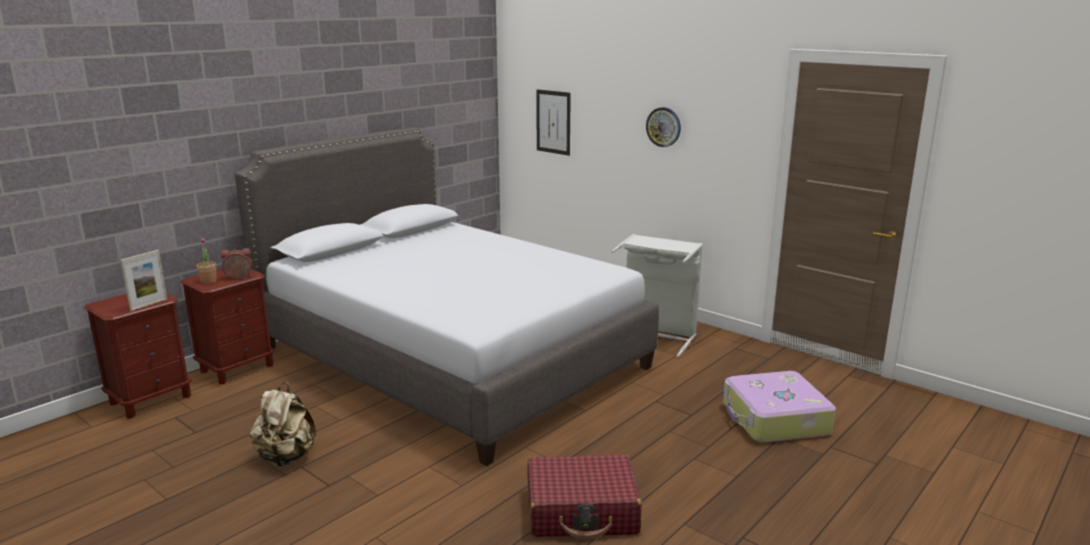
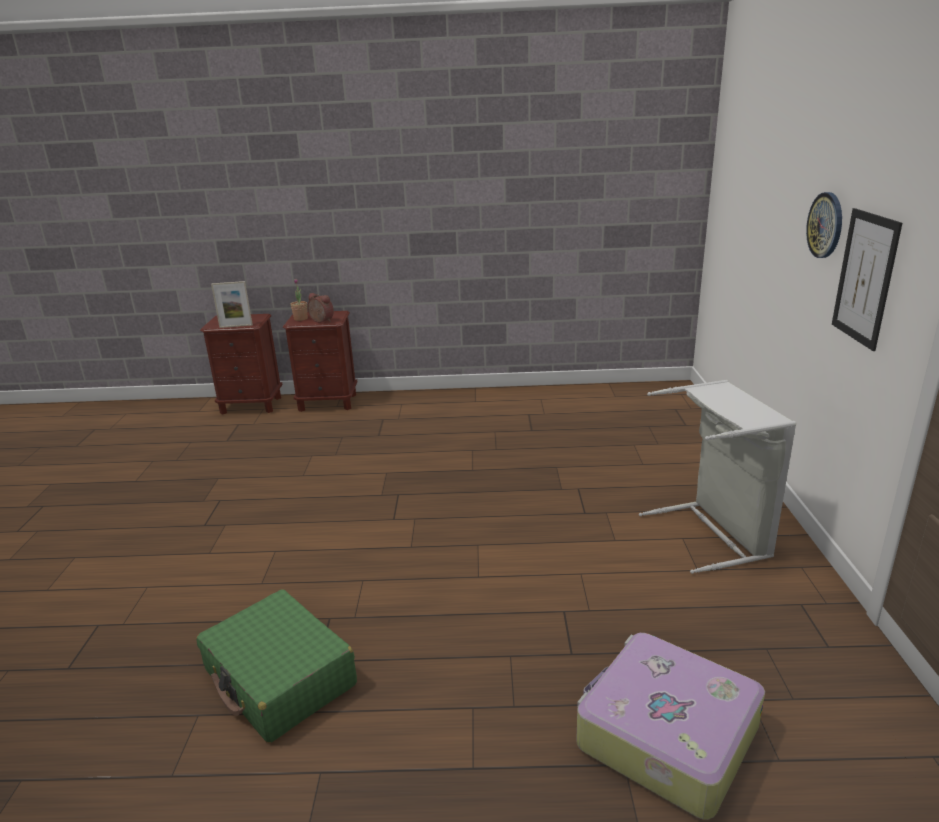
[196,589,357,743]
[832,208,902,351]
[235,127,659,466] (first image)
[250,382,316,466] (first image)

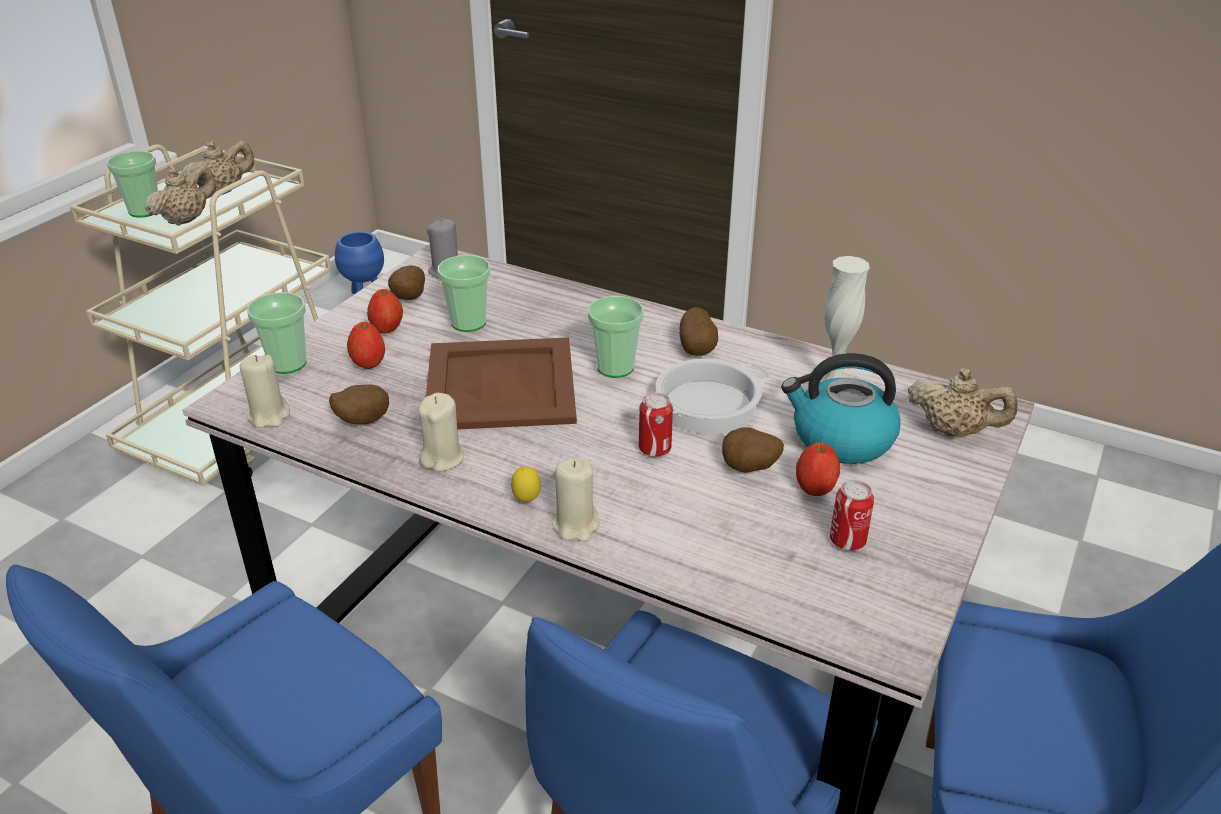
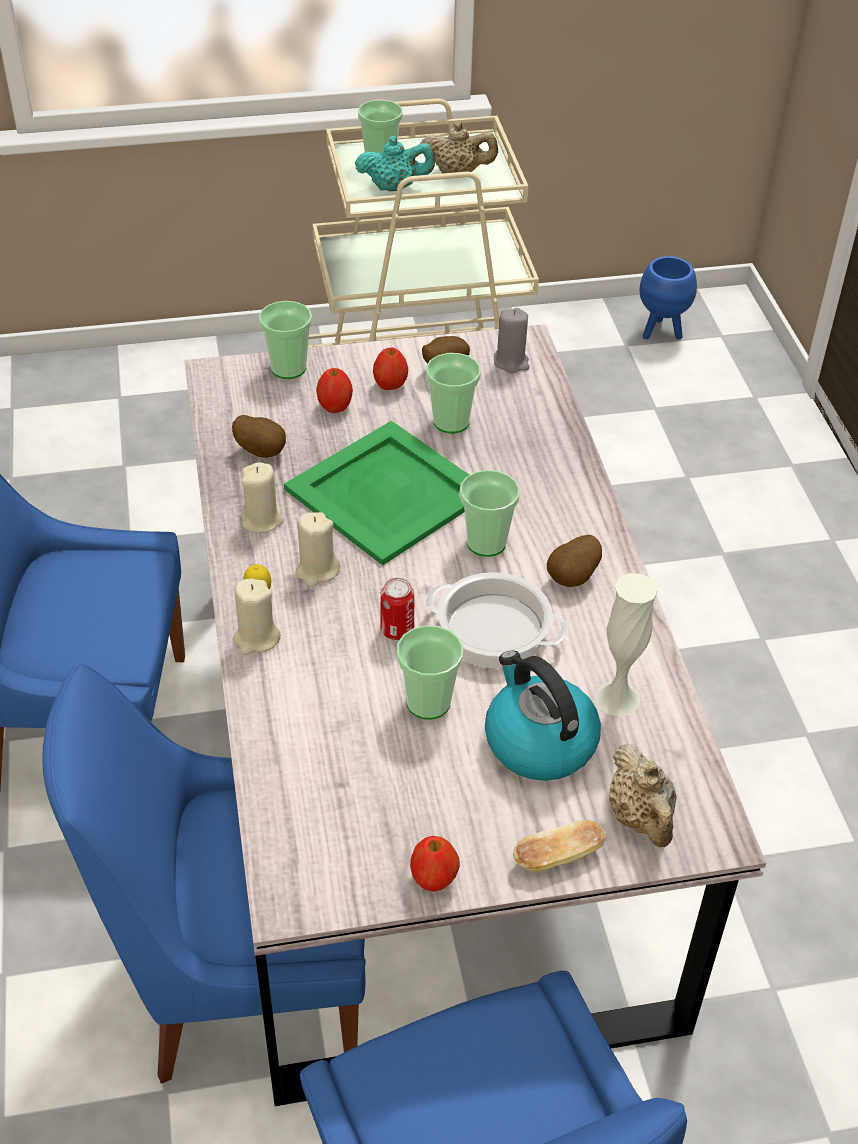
[284,421,469,565]
[295,512,340,587]
[355,136,435,191]
[396,625,463,720]
[410,836,460,892]
[513,820,605,872]
[830,480,874,550] (first image)

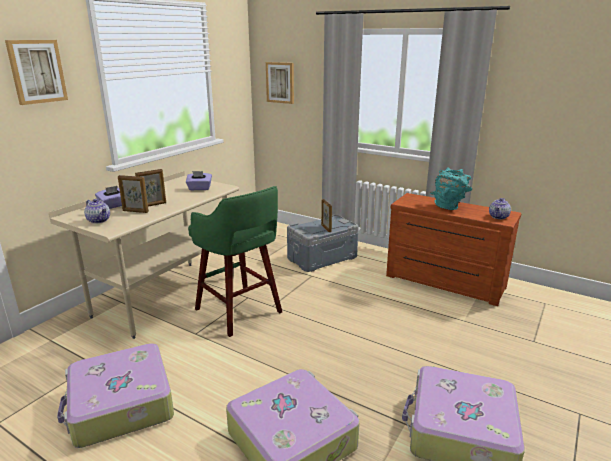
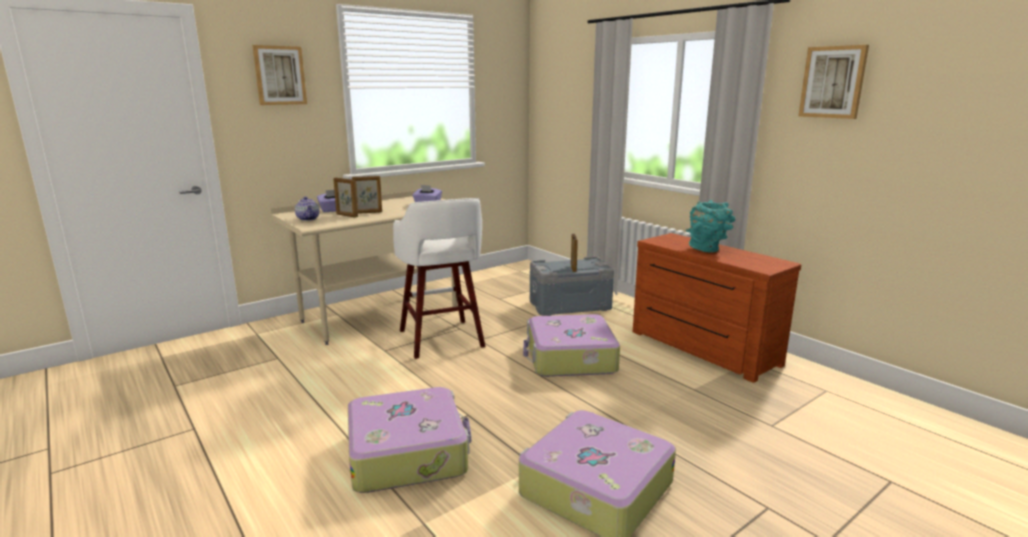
[393,198,485,359]
[523,314,620,377]
[799,45,869,119]
[489,198,511,219] (first image)

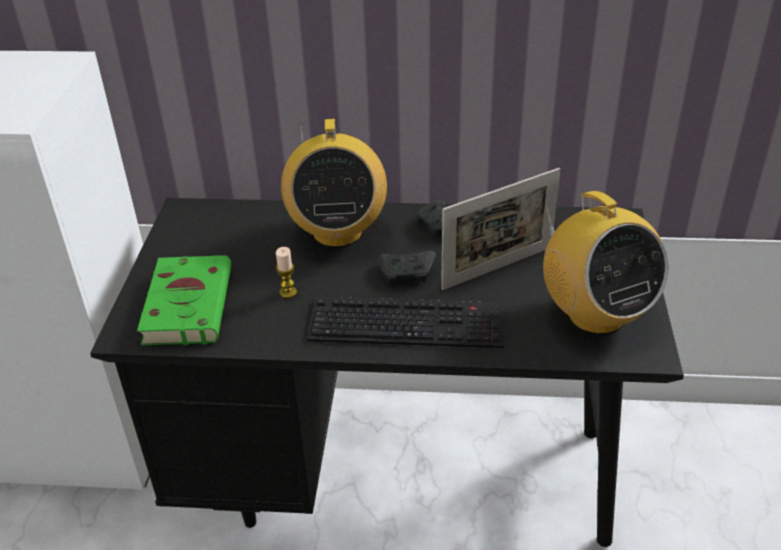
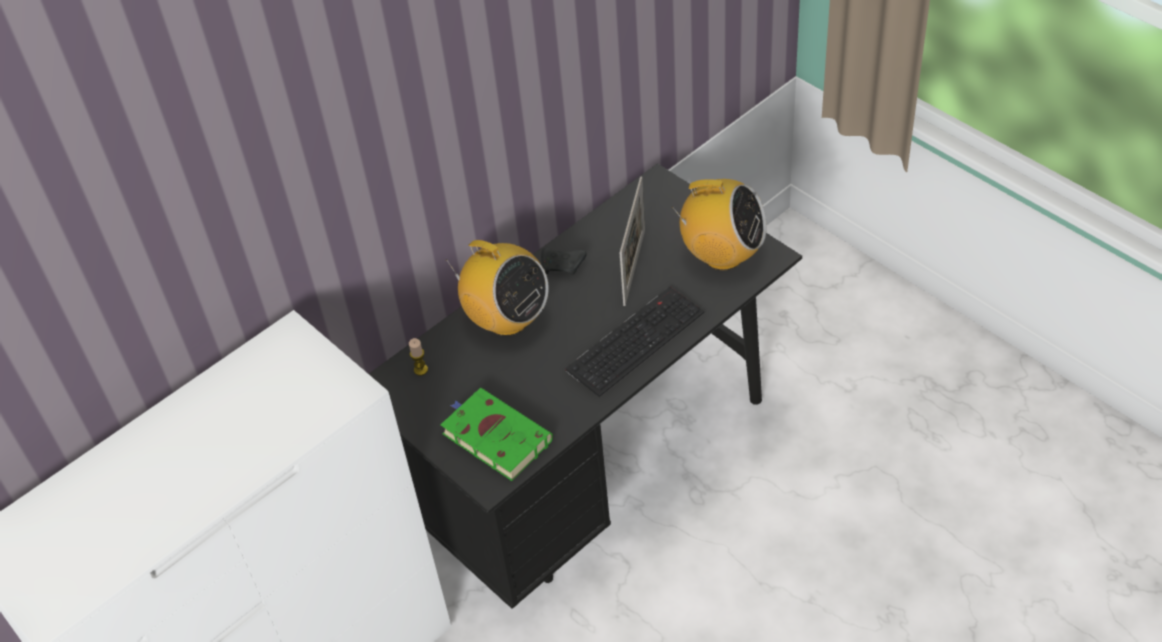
[409,338,428,376]
[378,250,436,285] (first image)

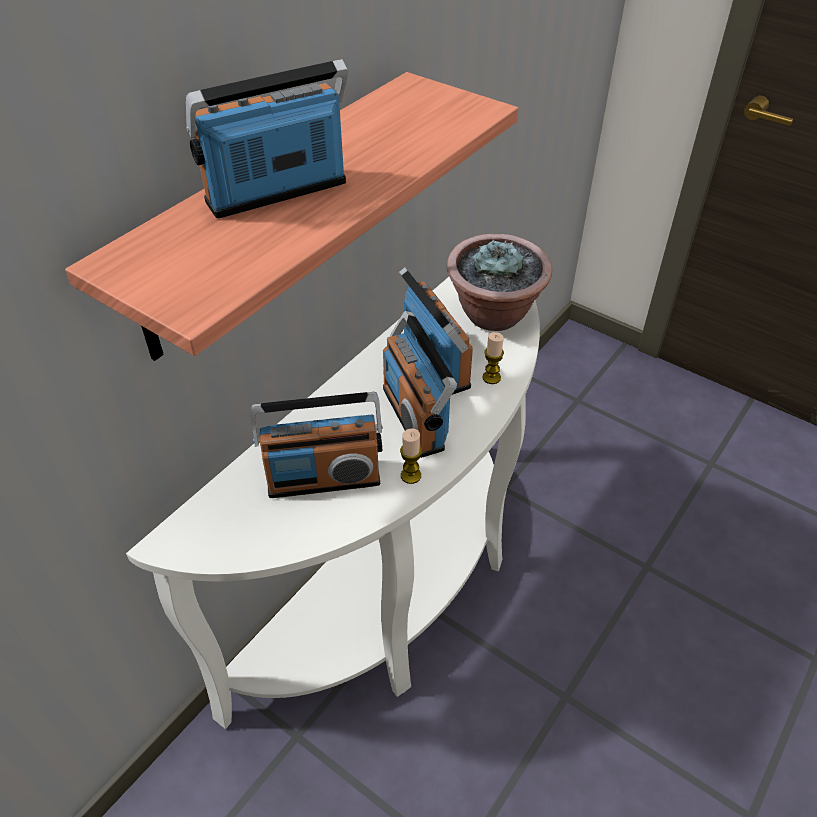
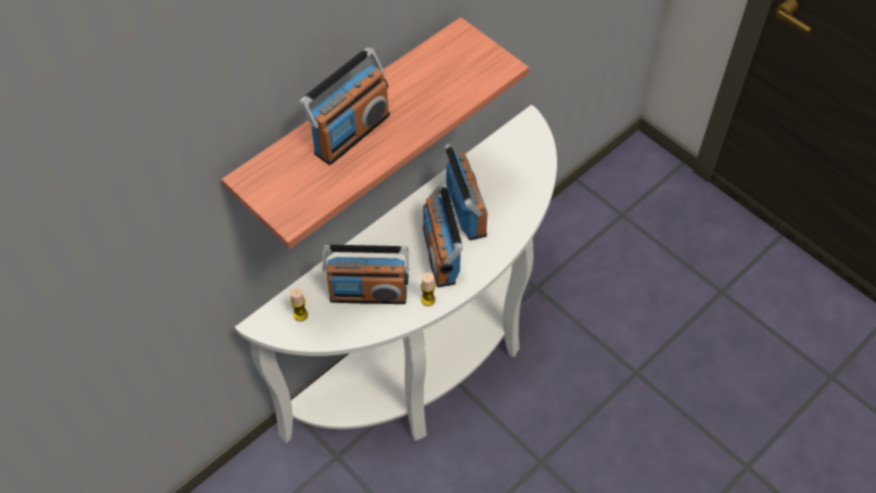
[290,288,308,321]
[300,47,390,165]
[447,234,552,331] (first image)

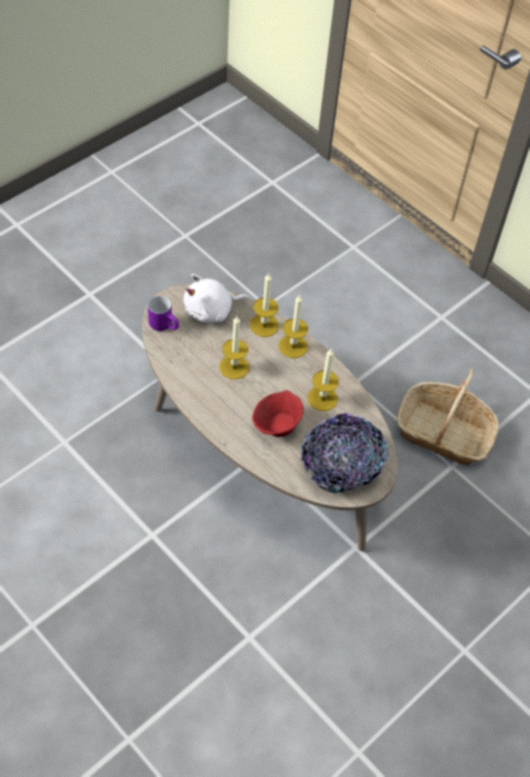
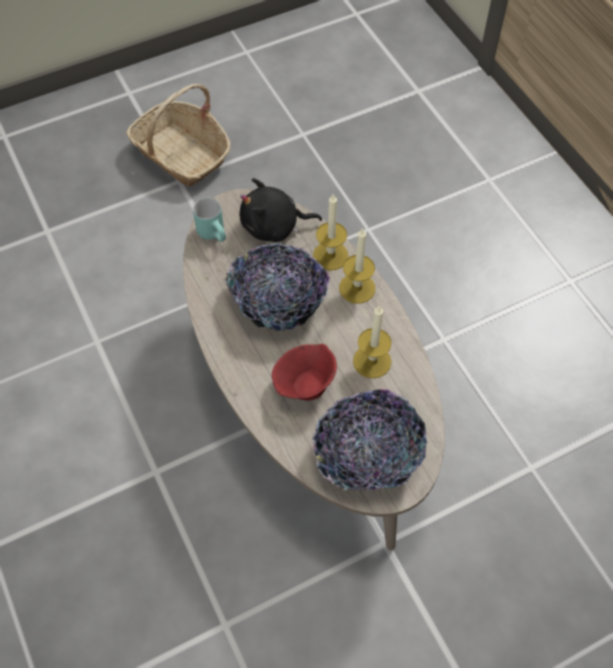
[126,84,230,186]
[193,198,226,242]
[225,243,330,331]
[240,178,322,242]

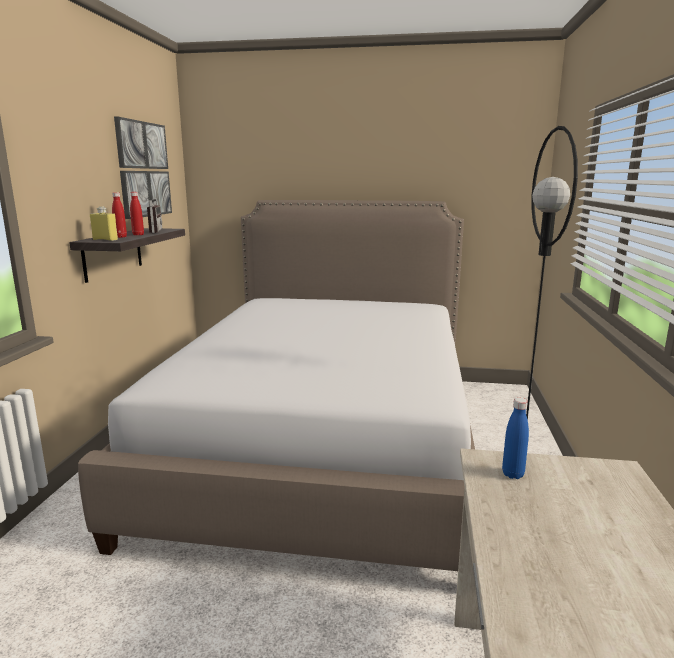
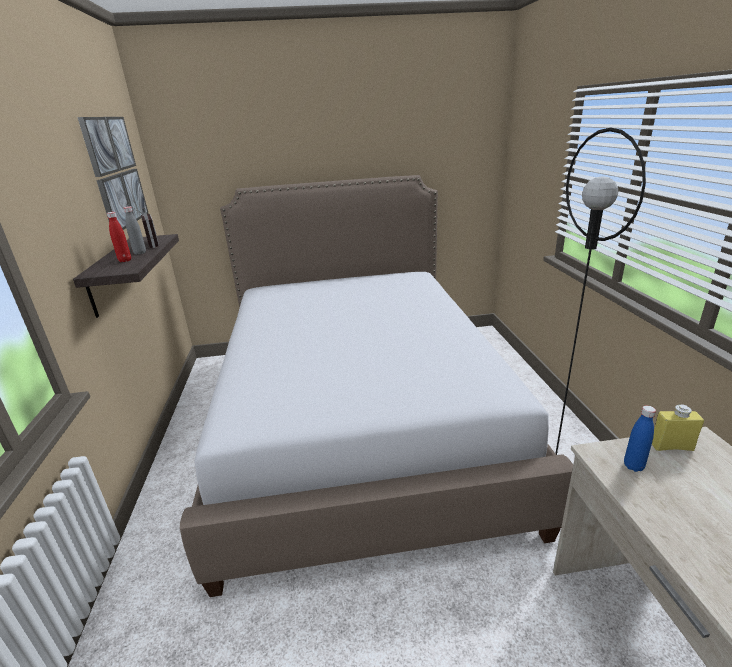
[123,206,146,255]
[652,404,704,451]

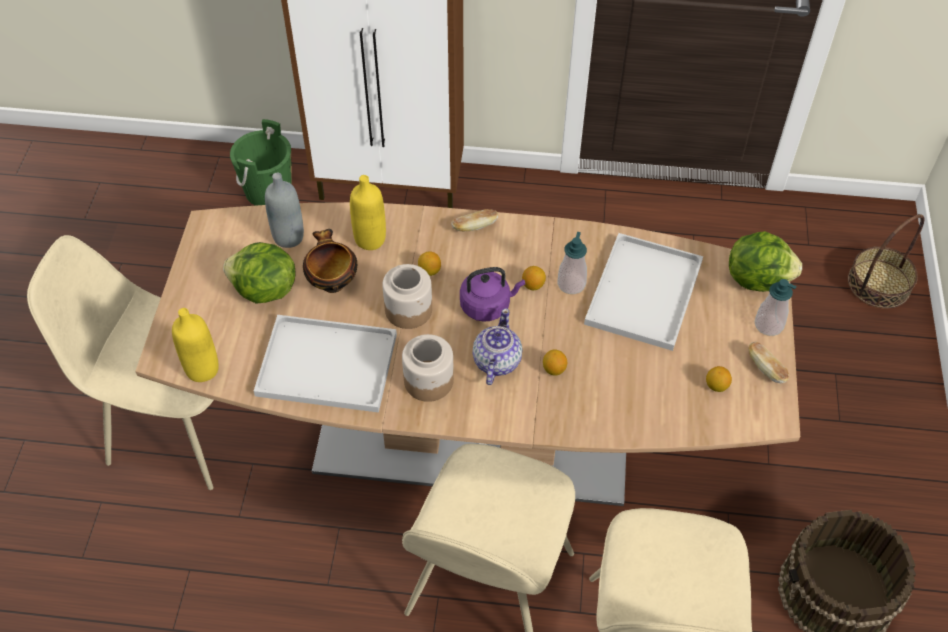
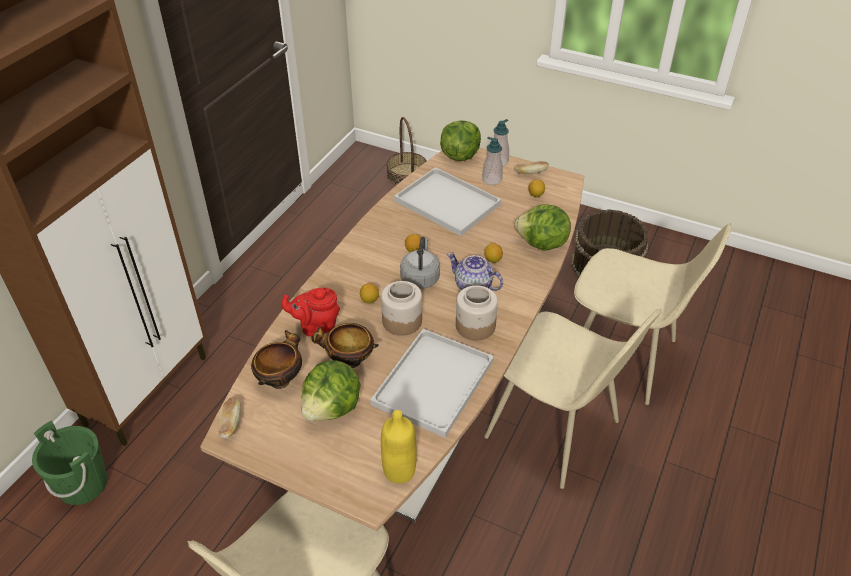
[219,397,241,439]
[251,330,302,389]
[281,288,340,337]
[400,237,440,289]
[482,137,503,185]
[515,204,571,251]

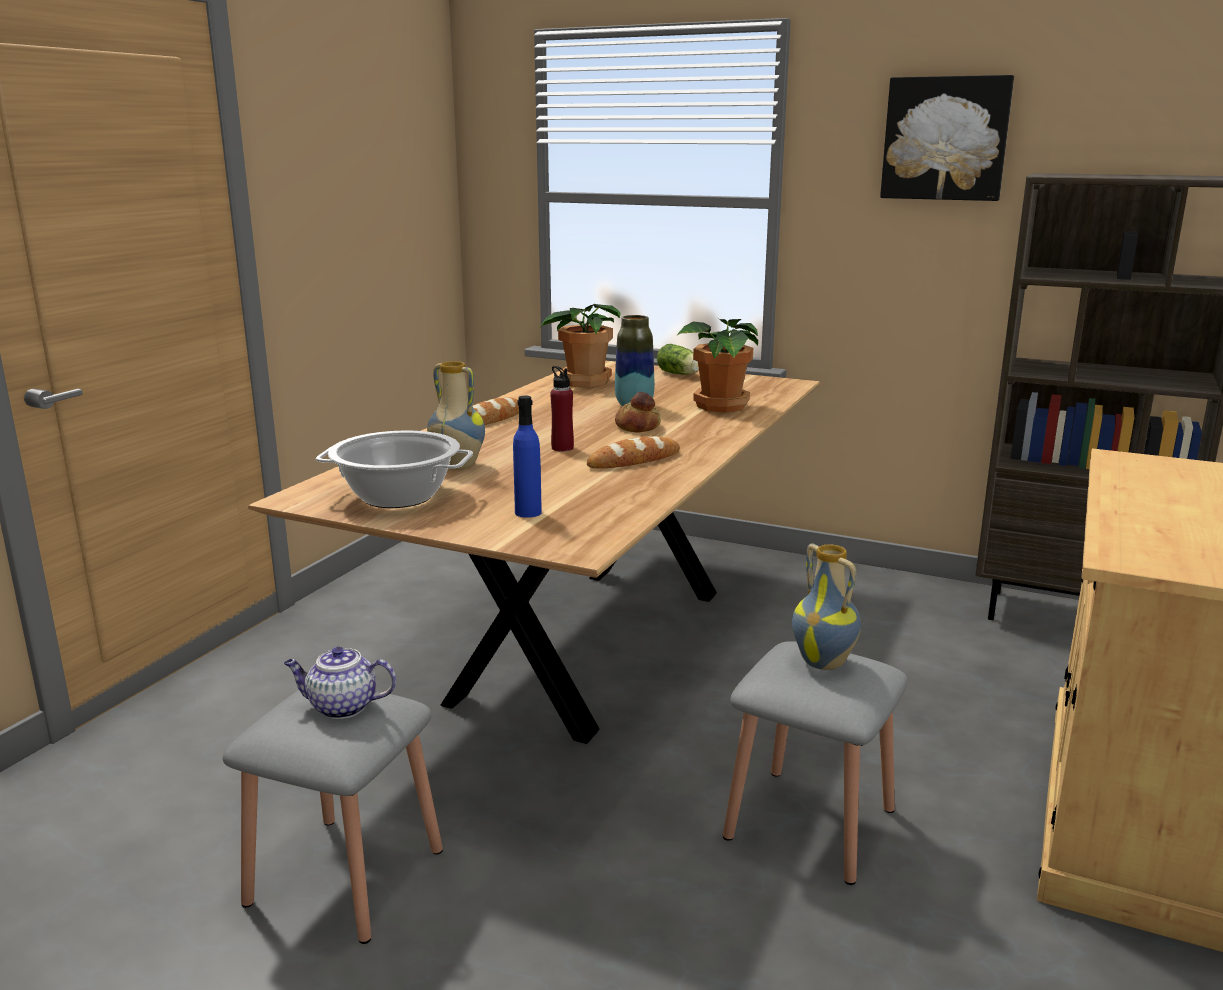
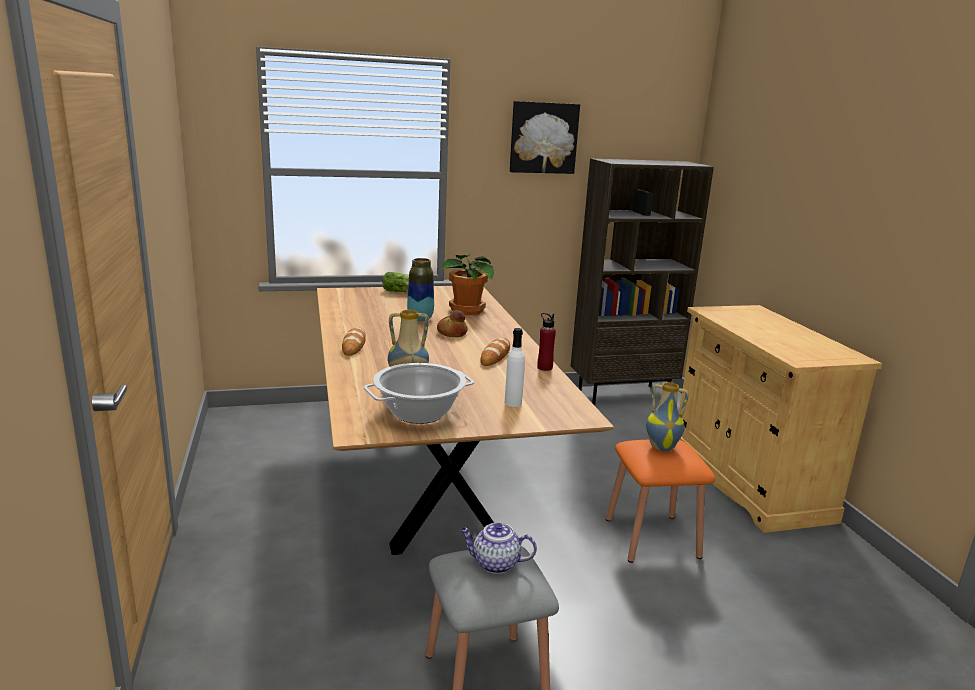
[460,522,537,574]
[505,328,525,407]
[537,313,556,371]
[606,440,715,563]
[540,303,621,388] (first image)

